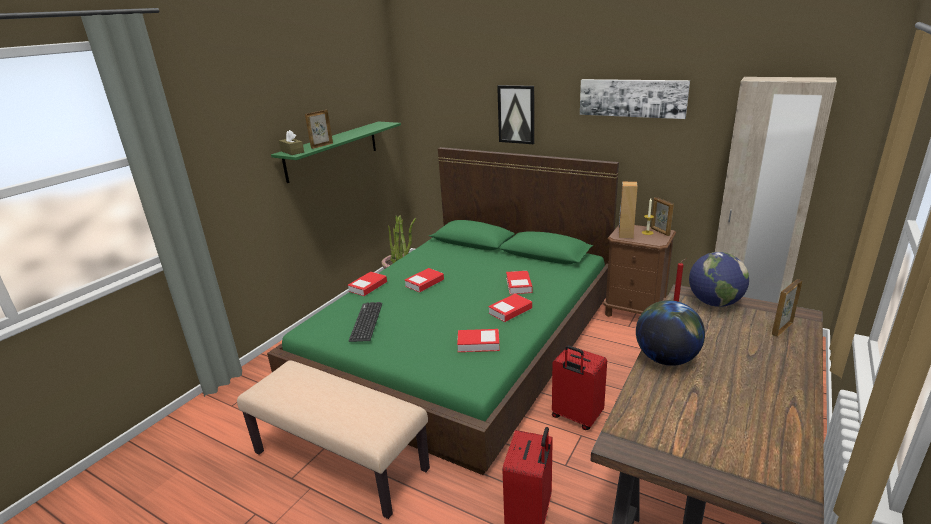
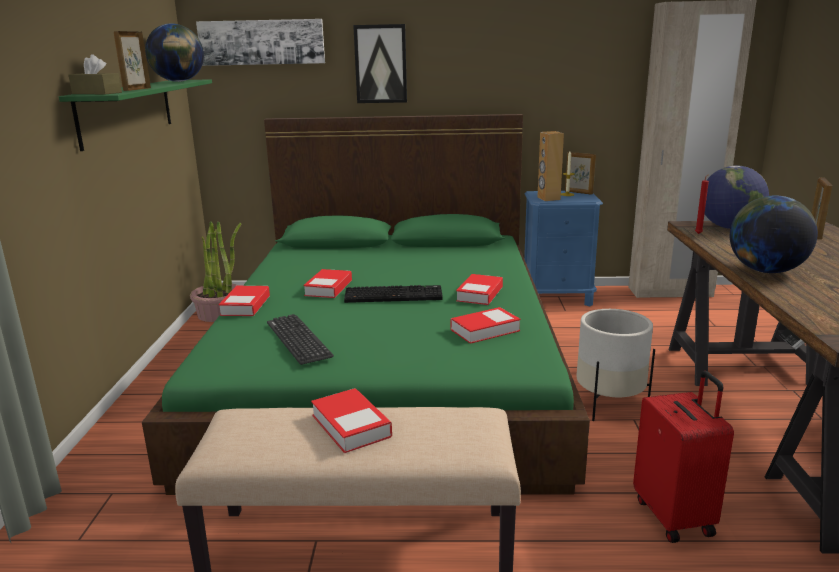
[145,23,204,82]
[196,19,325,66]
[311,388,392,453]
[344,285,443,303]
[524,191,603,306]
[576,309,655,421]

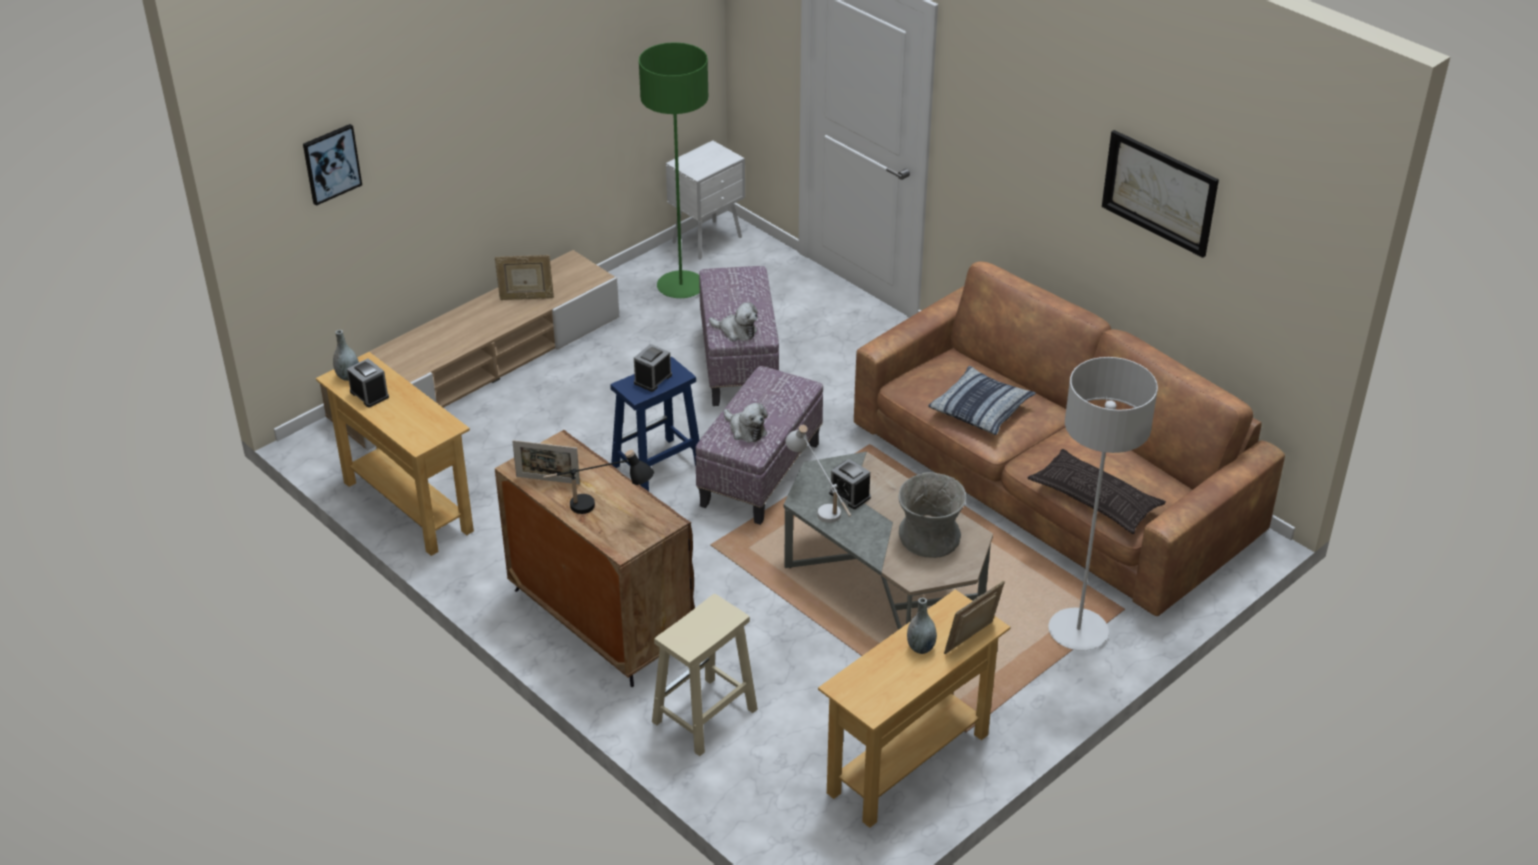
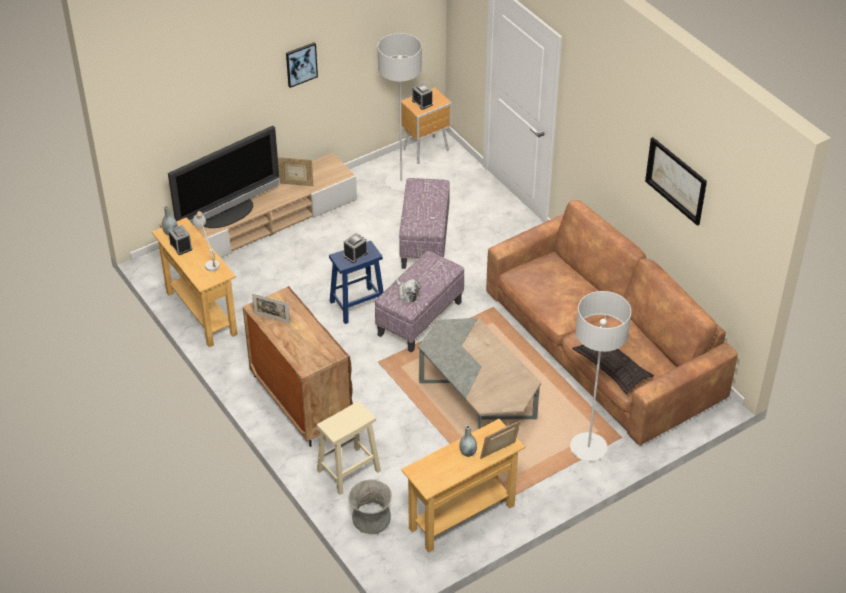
[168,126,280,228]
[192,211,219,272]
[286,42,318,88]
[348,479,392,534]
[378,33,422,191]
[401,87,452,164]
[412,83,433,110]
[543,450,654,514] (first image)
[709,302,758,341] (first image)
[928,366,1036,435] (first image)

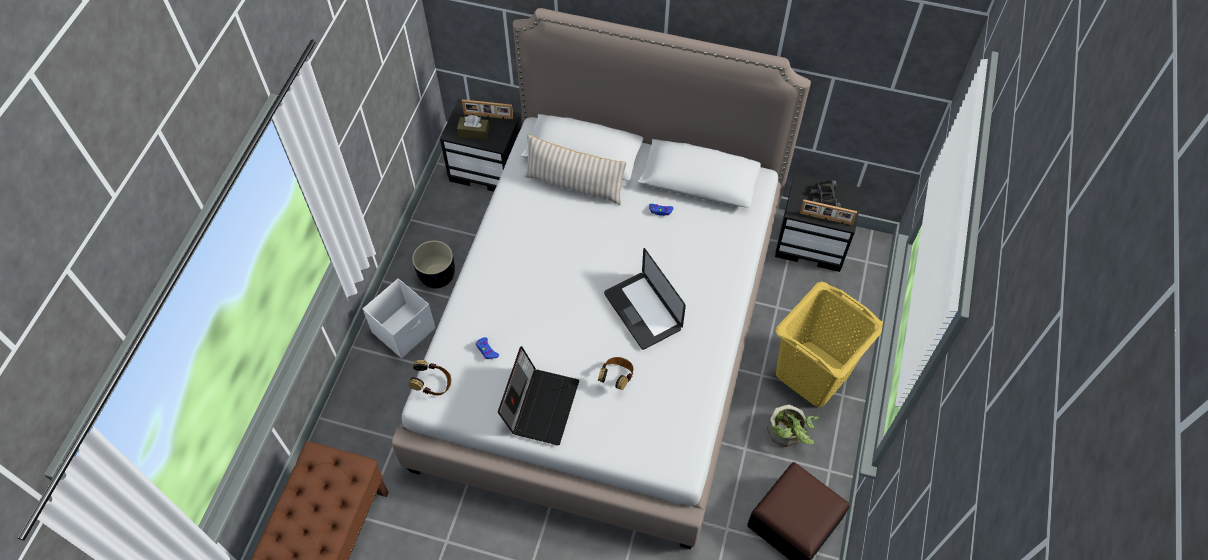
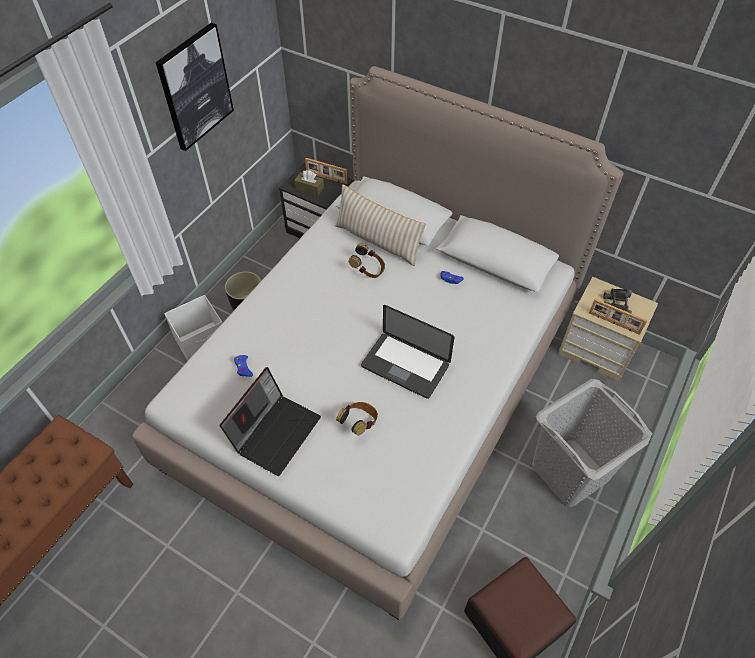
[156,23,234,151]
[349,244,385,278]
[361,305,455,399]
[532,379,652,507]
[558,277,658,382]
[767,405,819,447] (first image)

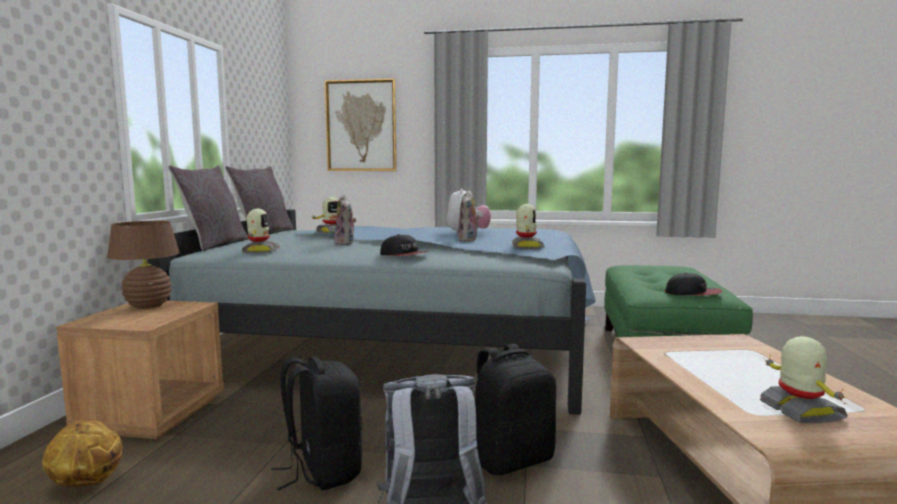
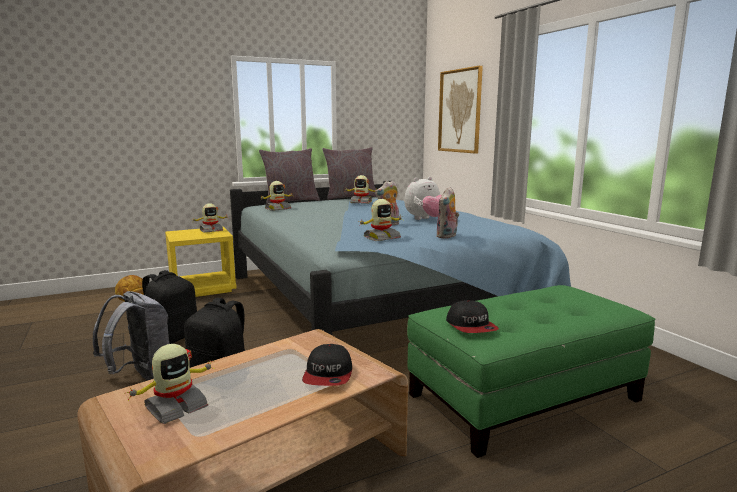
[165,227,237,297]
[192,203,227,233]
[302,344,352,386]
[436,187,459,239]

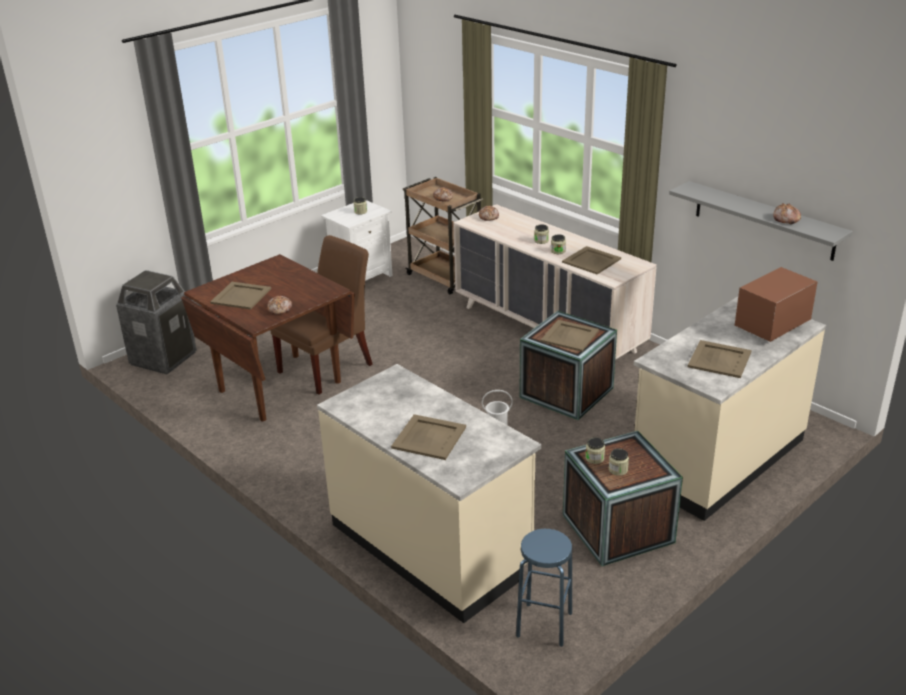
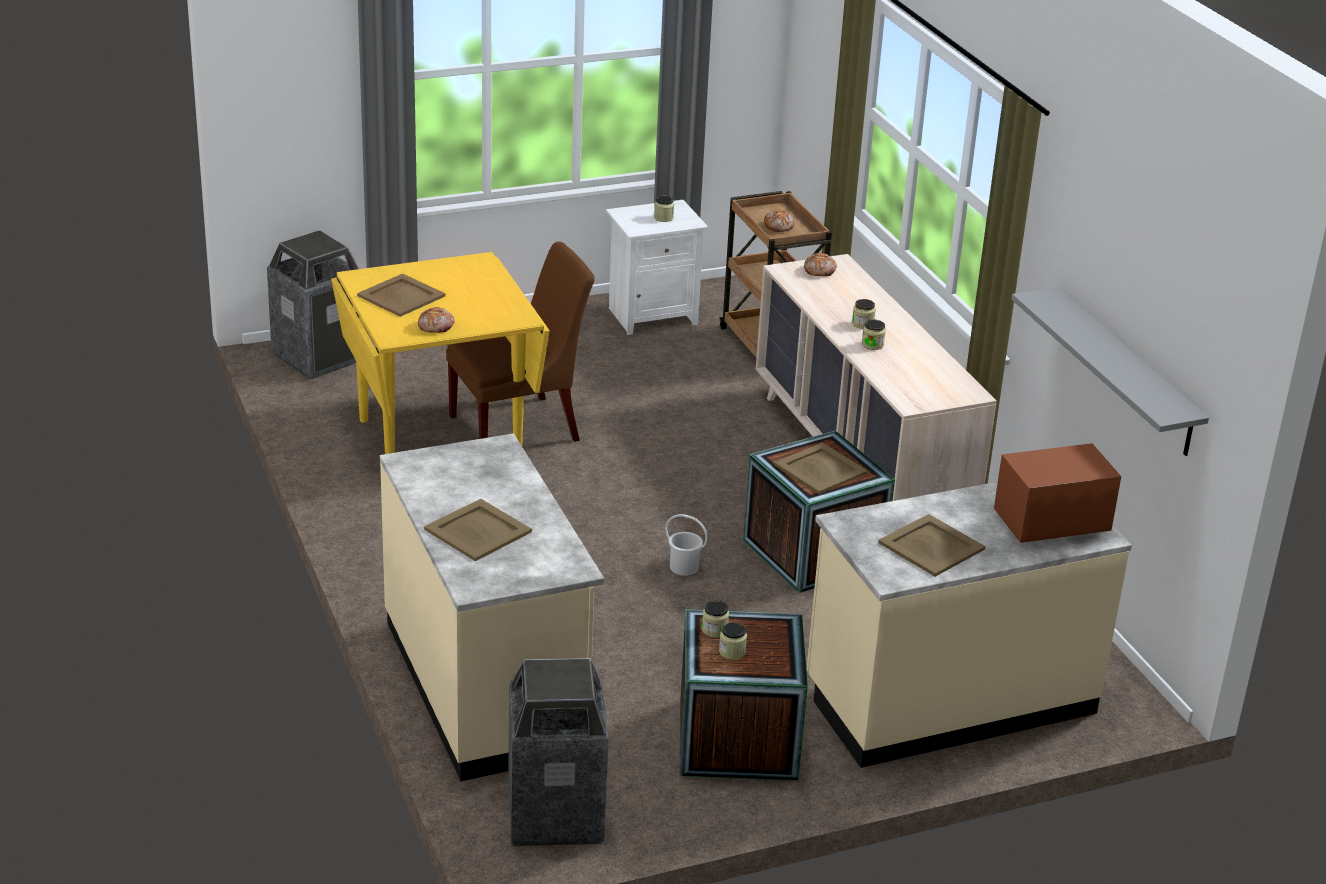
[331,252,550,454]
[508,658,609,846]
[562,246,621,274] (first image)
[773,203,801,224] (first image)

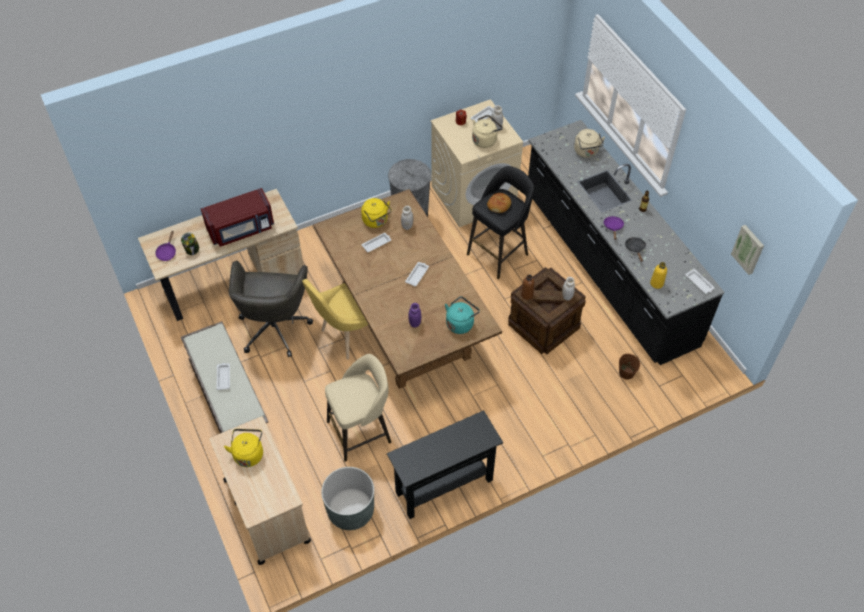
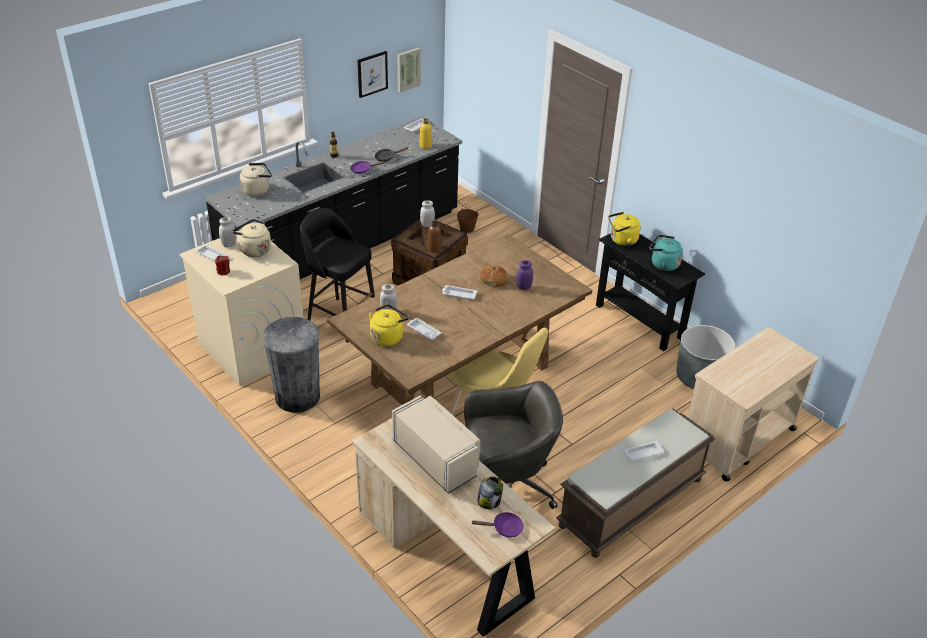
[357,51,388,98]
[392,395,480,493]
[480,265,508,287]
[608,212,641,246]
[649,235,683,271]
[325,354,391,462] (first image)

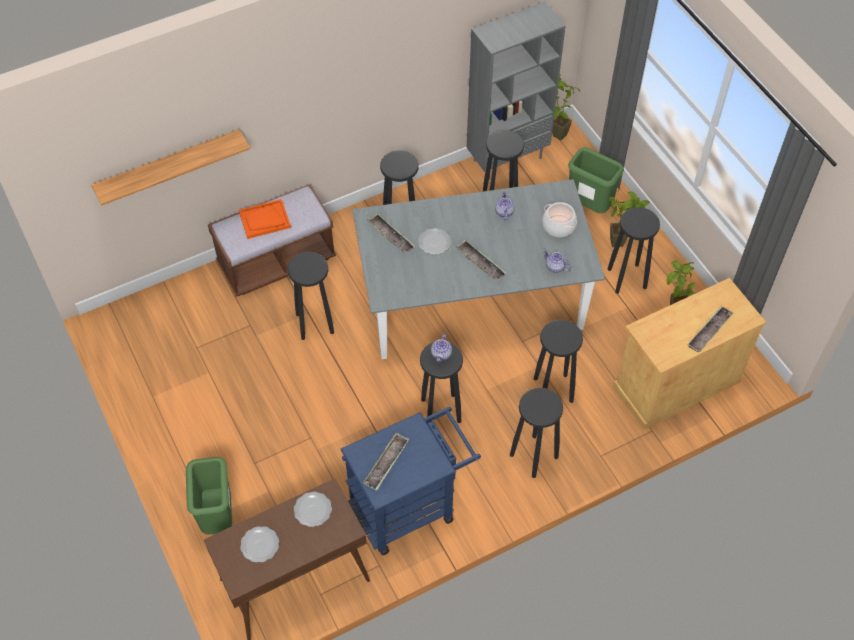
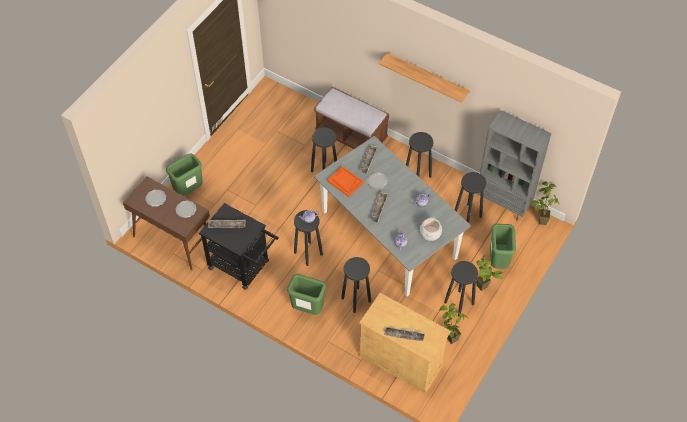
[199,203,279,290]
[287,274,326,315]
[327,166,364,197]
[379,53,470,103]

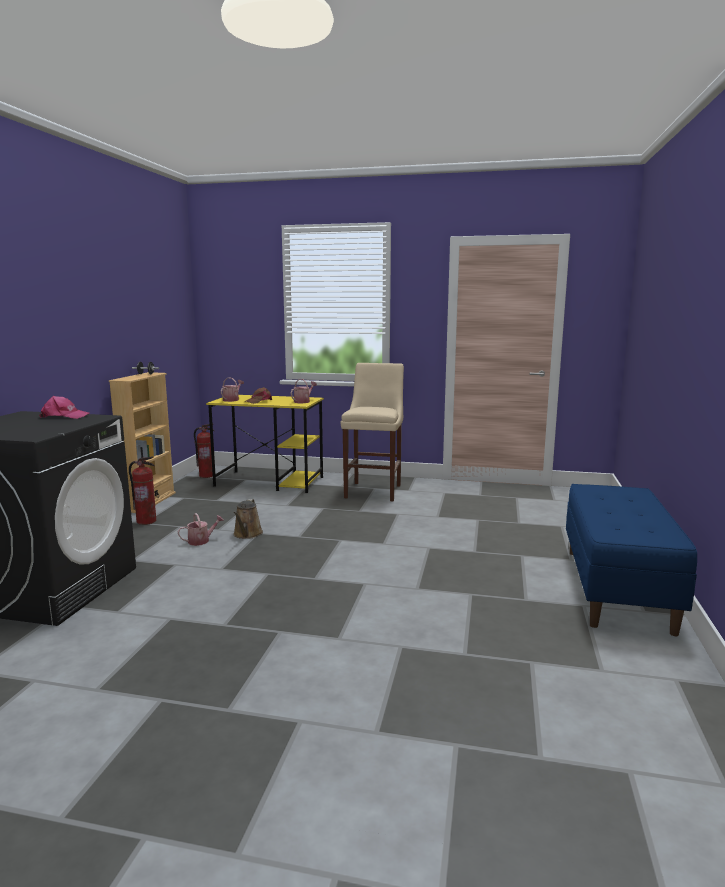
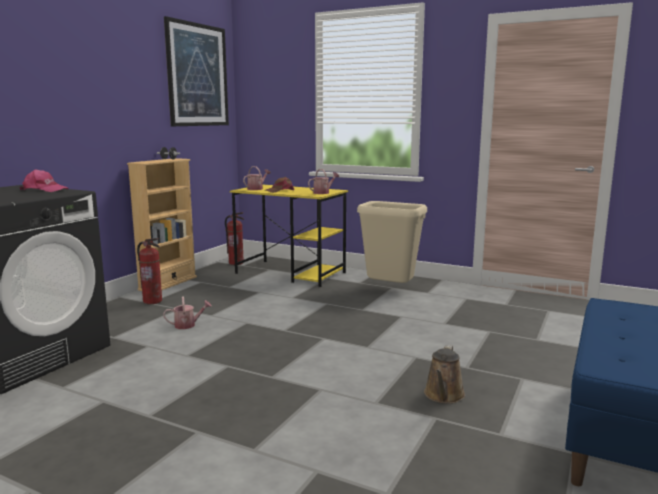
[164,16,229,126]
[357,201,427,283]
[424,345,465,404]

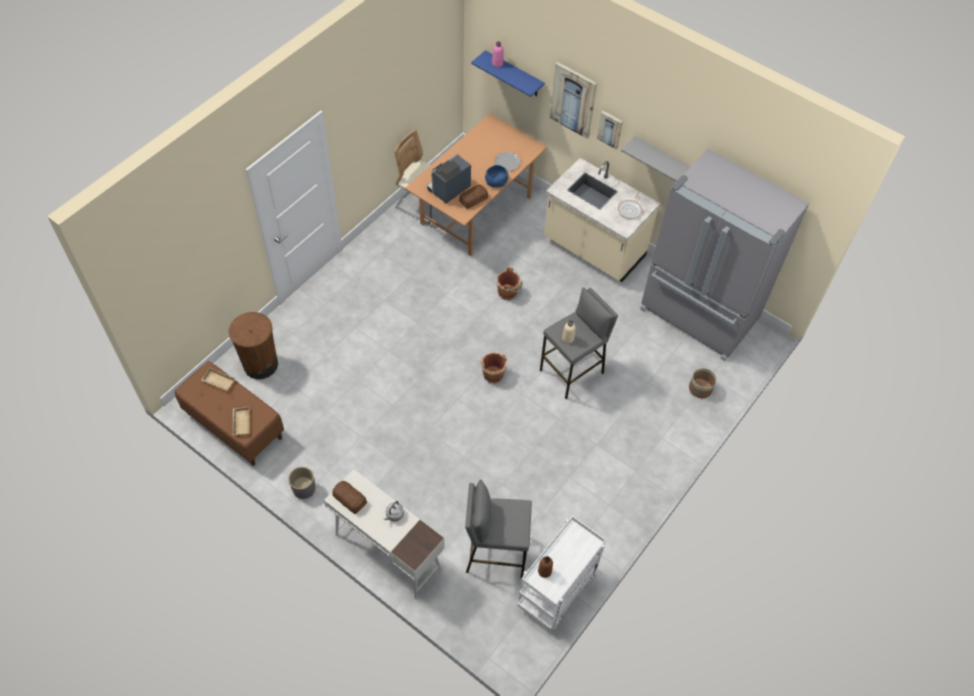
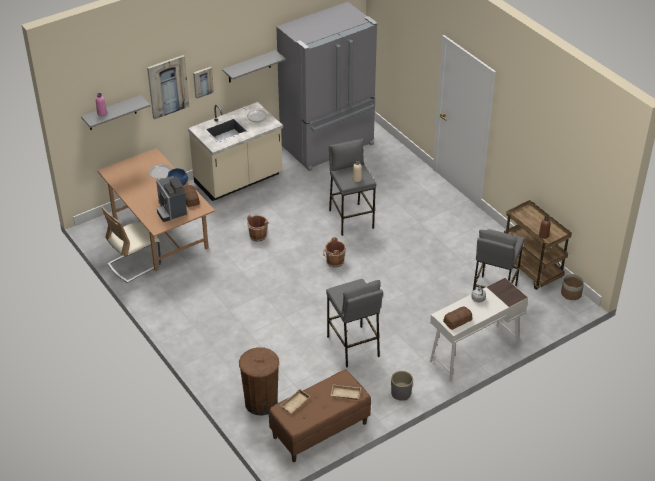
[81,95,150,130]
[326,279,383,367]
[504,200,572,290]
[561,274,584,300]

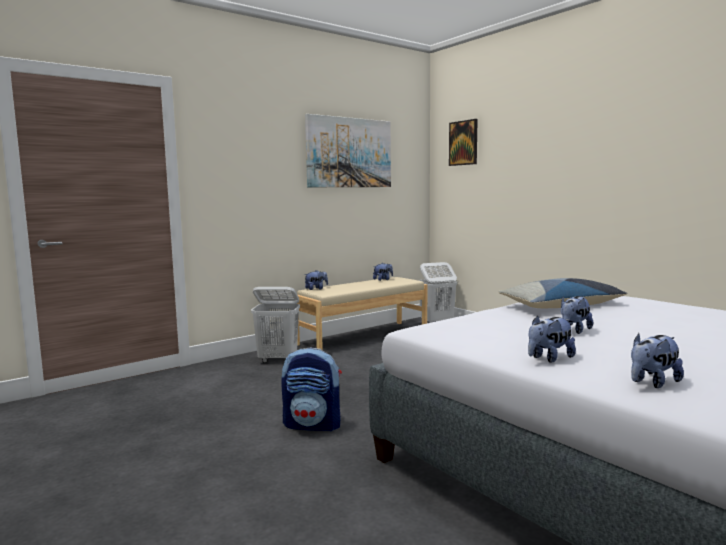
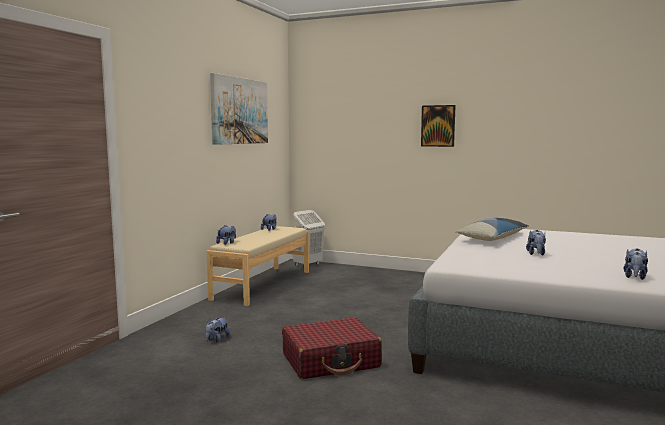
[205,317,230,342]
[282,317,382,379]
[421,105,456,147]
[251,287,300,363] (first image)

